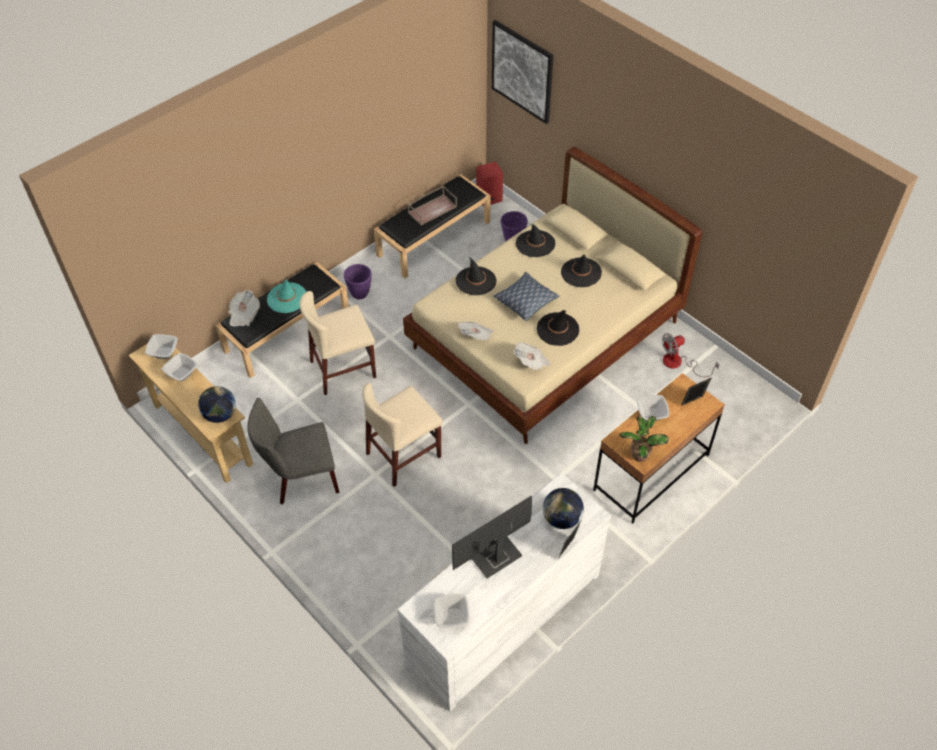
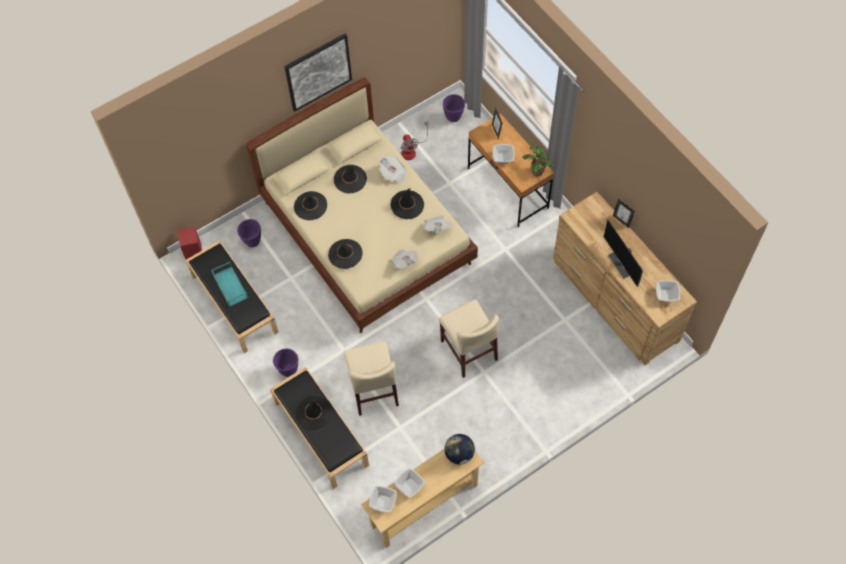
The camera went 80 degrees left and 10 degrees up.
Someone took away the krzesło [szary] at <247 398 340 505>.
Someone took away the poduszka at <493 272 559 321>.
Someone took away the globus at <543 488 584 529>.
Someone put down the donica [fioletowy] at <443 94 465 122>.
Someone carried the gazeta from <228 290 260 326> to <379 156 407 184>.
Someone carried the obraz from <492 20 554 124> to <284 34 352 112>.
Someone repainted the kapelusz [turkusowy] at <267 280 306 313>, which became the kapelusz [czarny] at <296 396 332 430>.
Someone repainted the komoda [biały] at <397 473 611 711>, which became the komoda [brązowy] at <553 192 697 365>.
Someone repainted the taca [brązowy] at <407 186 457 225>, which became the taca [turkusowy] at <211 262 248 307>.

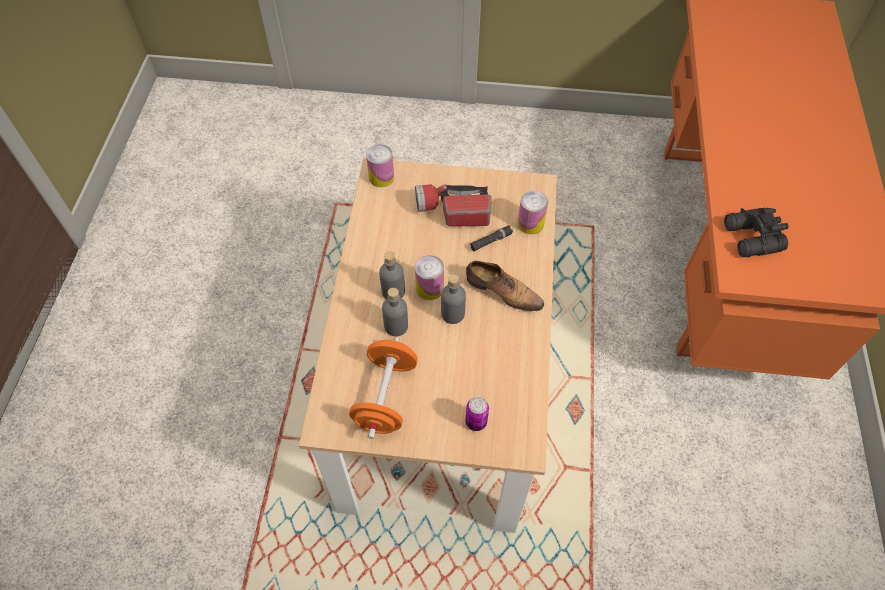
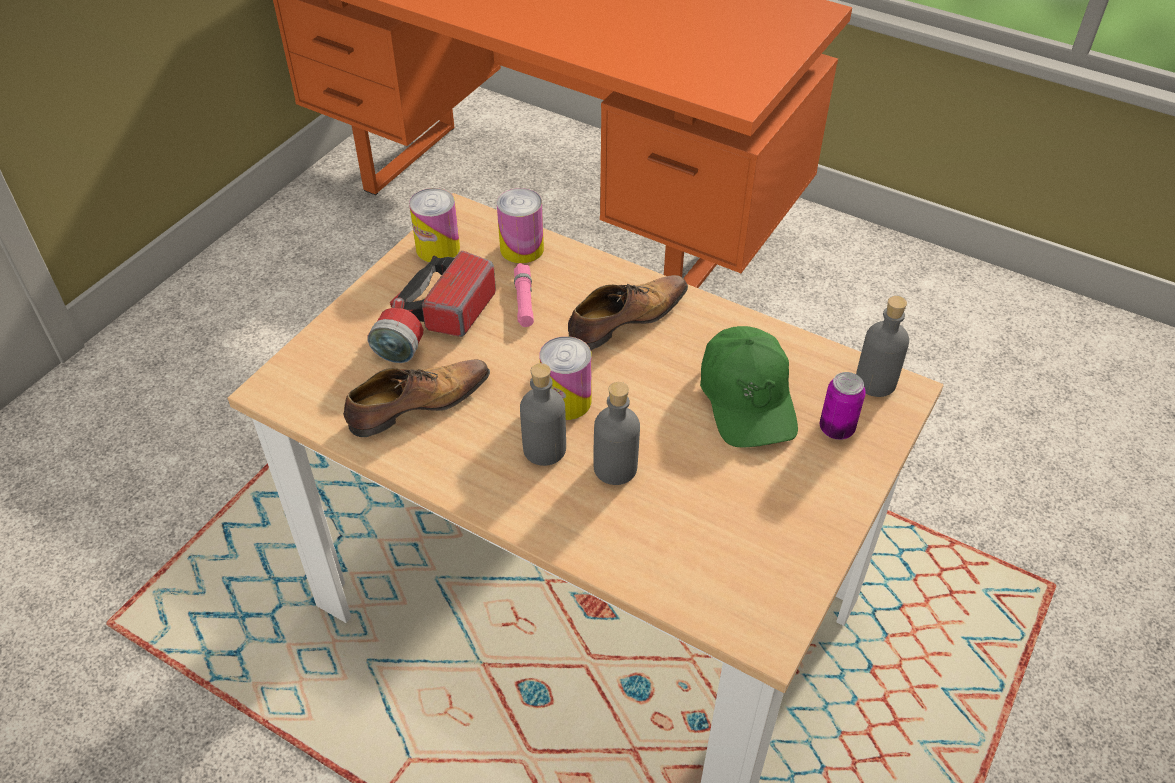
The camera went 65 degrees left and 10 degrees down.
Someone took away the hantel [pomarańczowy] at <349 337 418 439>.
Someone took away the lornetka [czarny] at <724 208 789 257>.
Someone put down the but at <343 360 490 437>.
Someone put down the czapka z daszkiem [zielony] at <700 326 798 448>.
Someone carried the puszka from <366 144 394 187> to <409 188 460 262>.
Someone carried the butelka [szary] from <441 274 466 324> to <856 296 909 397>.
Someone repainted the latarka [czarny] at <470 225 513 251>, which became the latarka [różowy] at <514 263 534 327>.

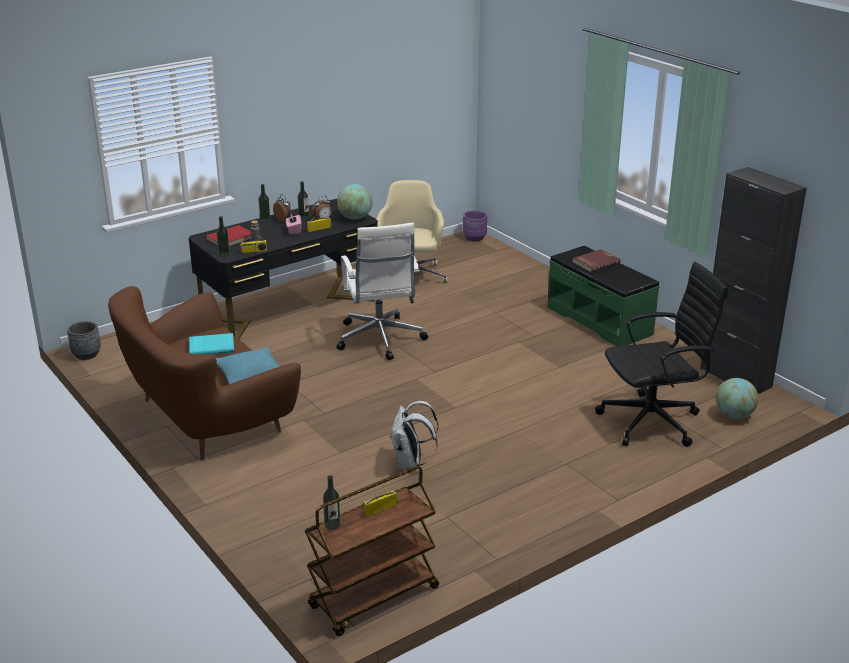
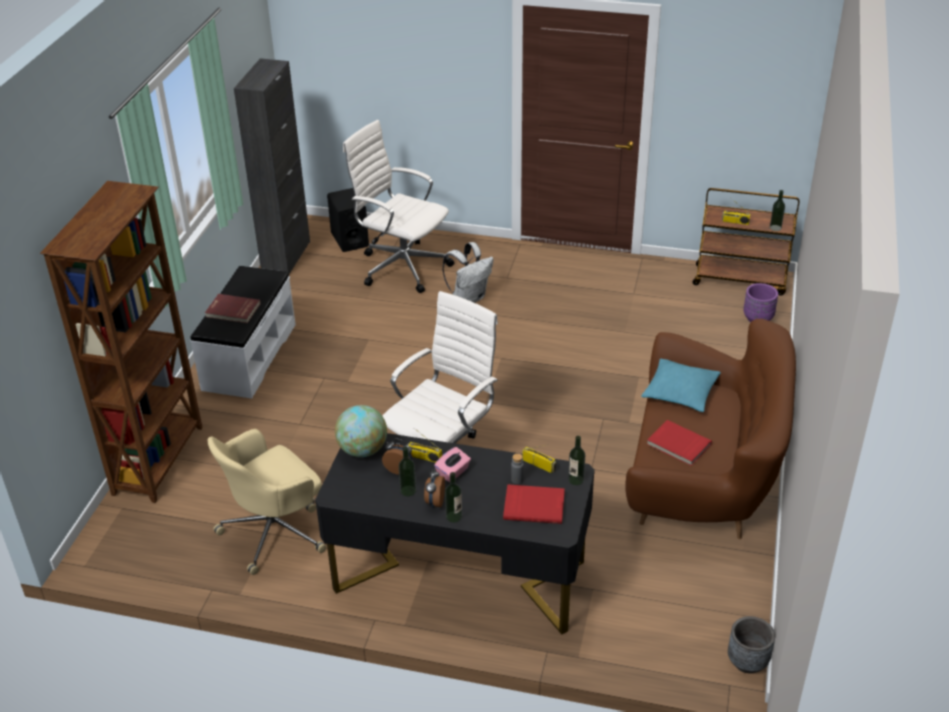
The camera went 130 degrees left and 10 degrees up.
Someone put down the regał [brązowy] at <40 181 203 503>.
Someone carried the plecak [biały] from <391 401 439 469> to <442 242 493 303>.
Someone carried the donica [fioletowy] from <463 210 487 241> to <743 283 778 322>.
Someone swapped the globus at <716 378 758 419> for the głośnik [czarny] at <327 188 369 252>.
Someone repainted the książka [turkusowy] at <189 333 234 355>, which became the książka [czerwony] at <647 420 712 466>.
Someone repainted the ławka [zielony] at <547 246 659 346>, which became the ławka [biały] at <190 266 296 399>.
Someone repainted the krzesło biurowe [czarny] at <595 262 728 447>, which became the krzesło biurowe [biały] at <343 120 454 293>.

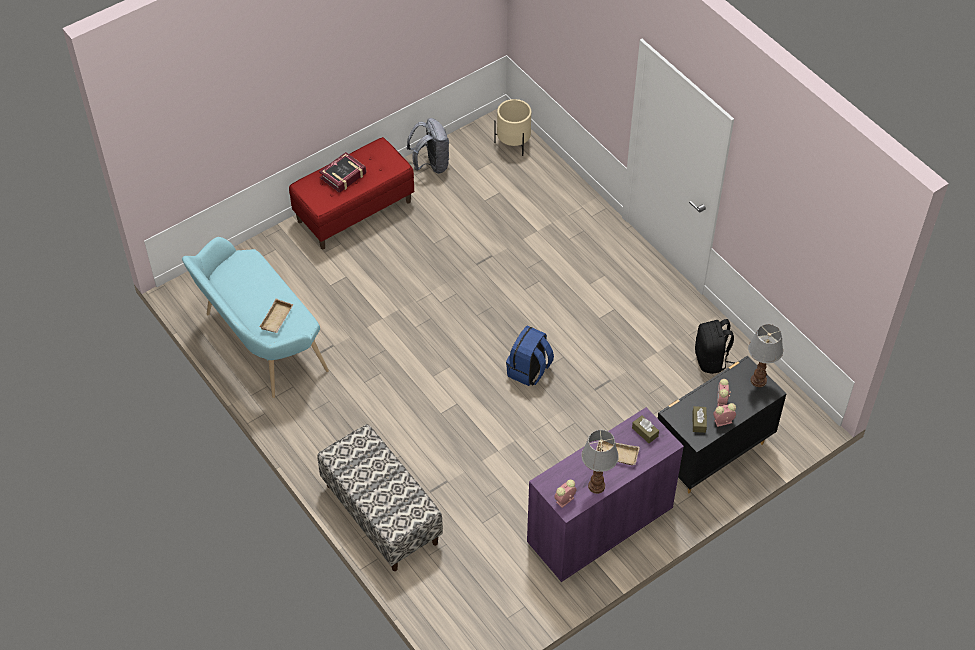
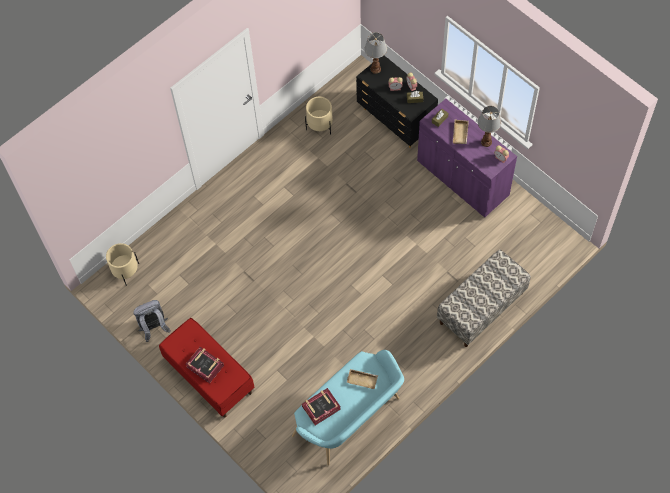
The camera went 95 degrees left and 10 degrees up.
Someone took away the plecak [niebieski] at <506 326 554 386>.
Someone put down the książka at <302 388 341 425>.
Someone swapped the plecak [czarny] at <695 319 735 374> for the donica [beżowy] at <305 96 333 135>.

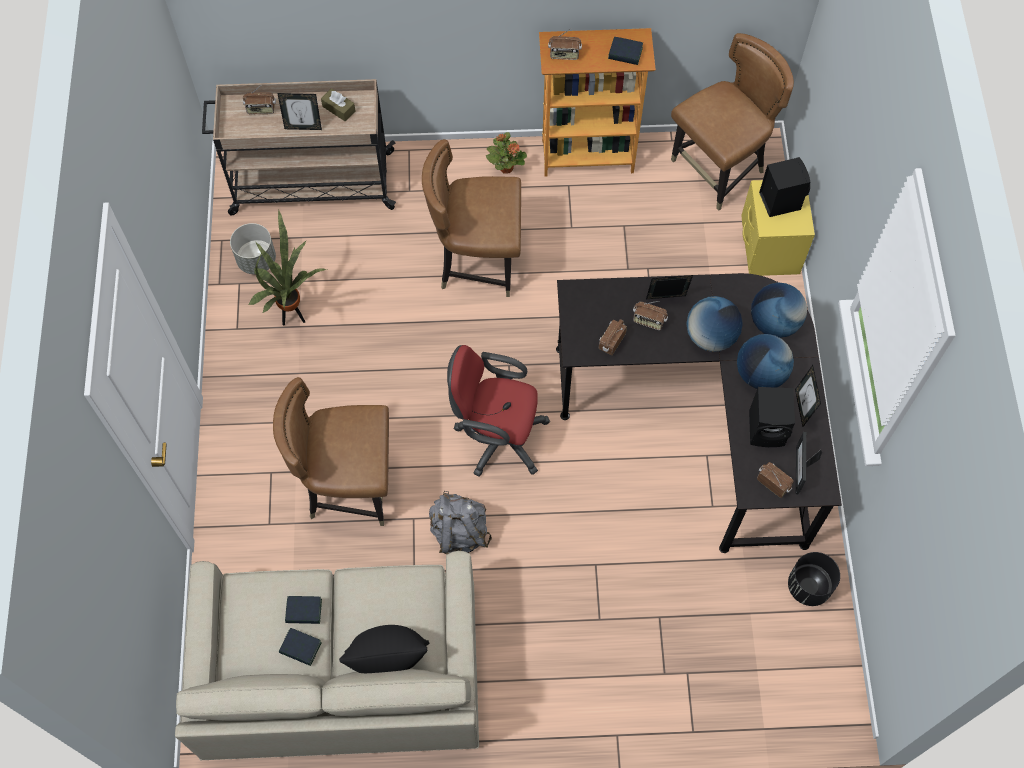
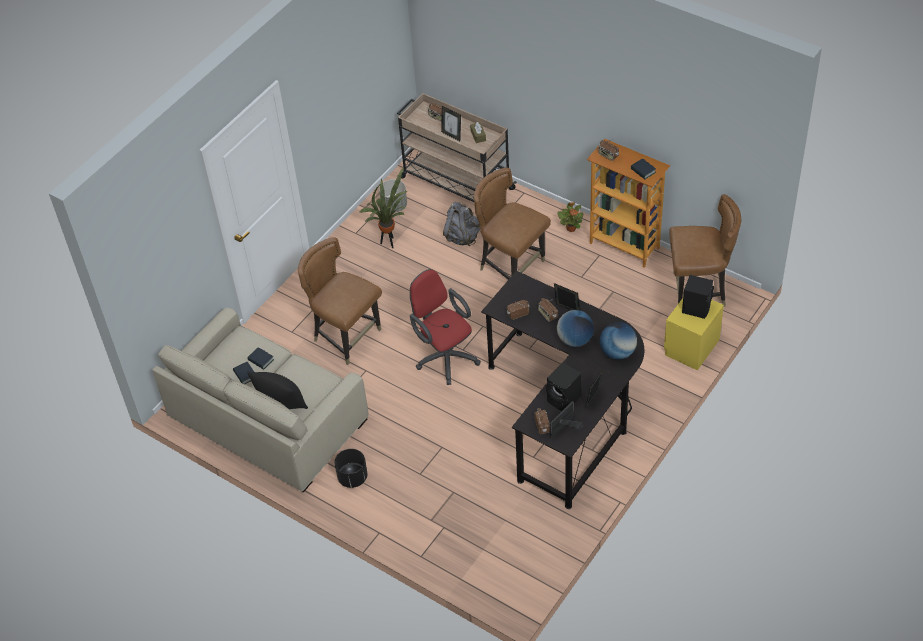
The camera went 40 degrees right and 15 degrees down.
Someone took away the globus at <737 334 794 389>.
Someone carried the plecak [szary] from <429 491 492 554> to <443 202 480 246>.
Someone carried the donica [czarny] from <788 552 840 606> to <335 449 368 488>.

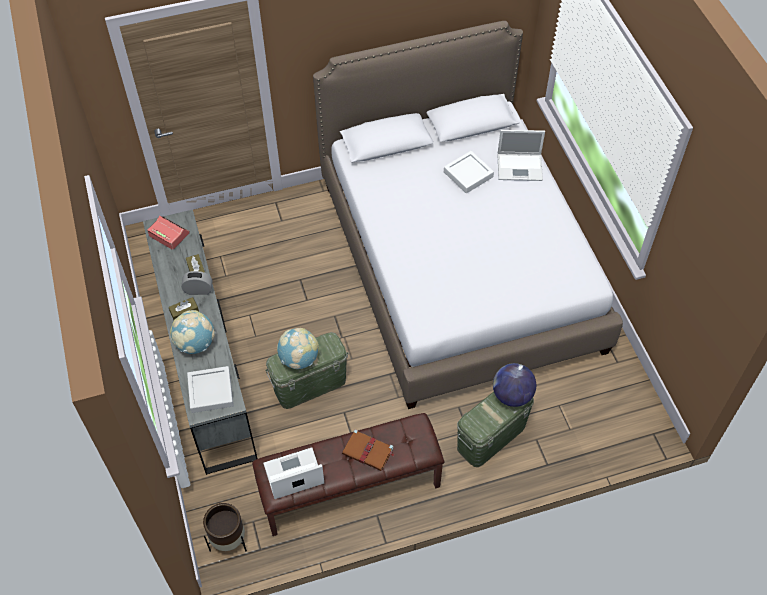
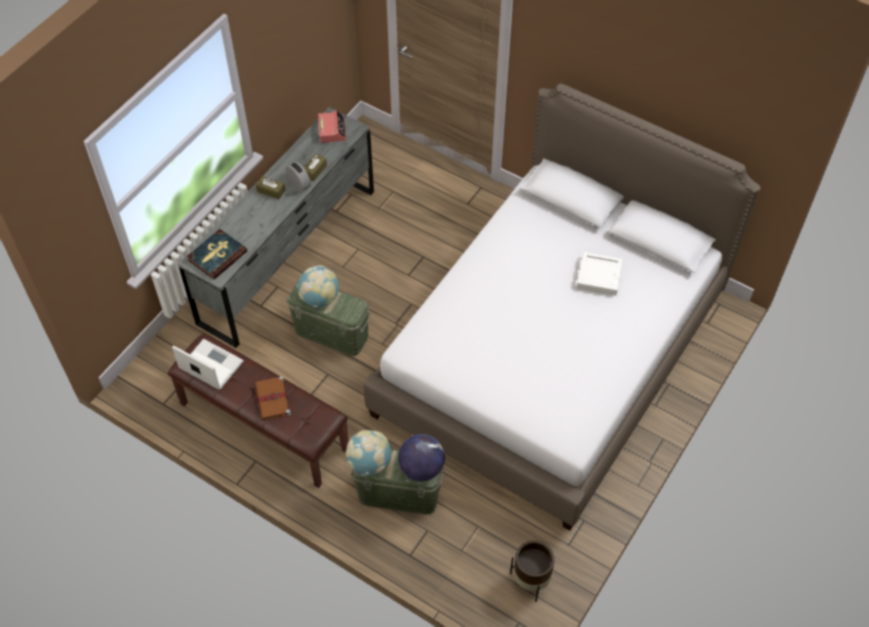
The camera went 50 degrees right and 0 degrees up.
Someone took away the laptop at <498 130 545 181>.
Someone carried the globus from <170 310 215 354> to <346 430 391 476>.
Someone carried the donica [brązowy] from <203 503 247 552> to <510 540 555 602>.
Someone swapped the taca [szary] at <187 366 234 413> for the książka at <187 229 247 280>.

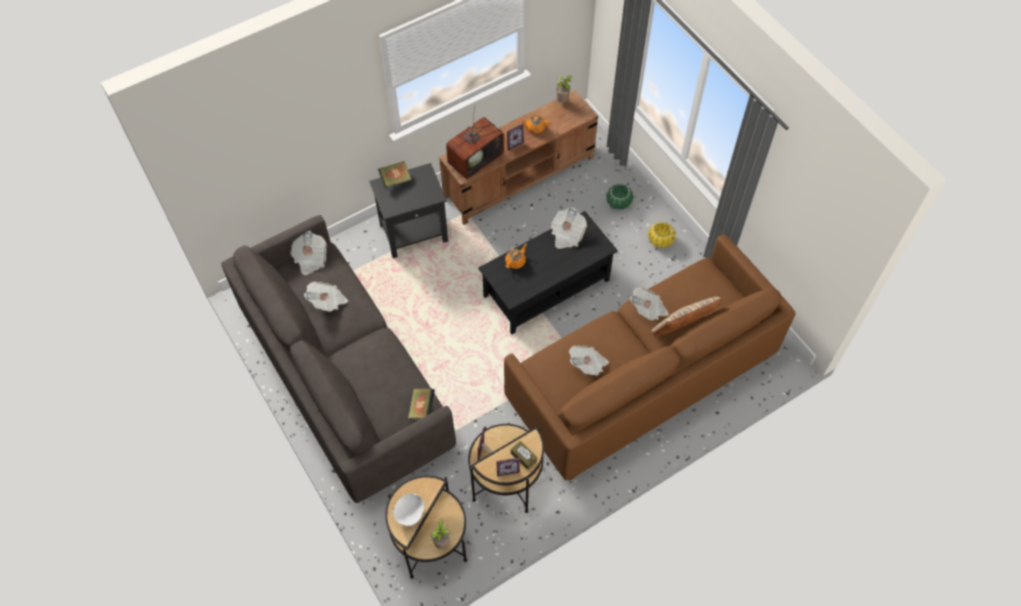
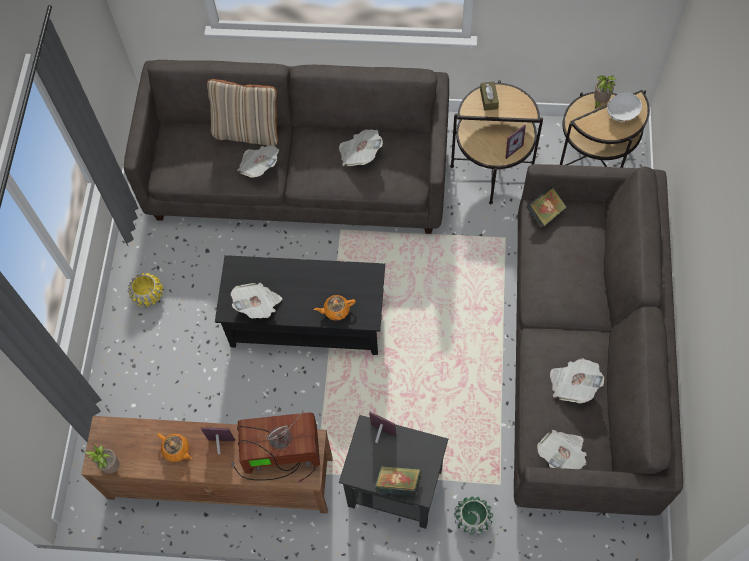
The camera went 140 degrees left and 5 degrees up.
Someone carried the ramka na zdjęcie from <496 458 520 477> to <369 412 396 443>.
Someone carried the donica [zielony] from <606 184 634 210> to <454 496 493 536>.
Someone repainted the kanapa [brązowy] at <504 234 796 481>, which became the kanapa [szary] at <123 60 449 234>.

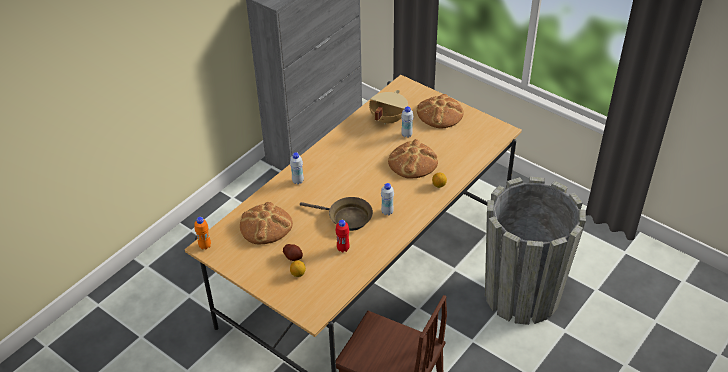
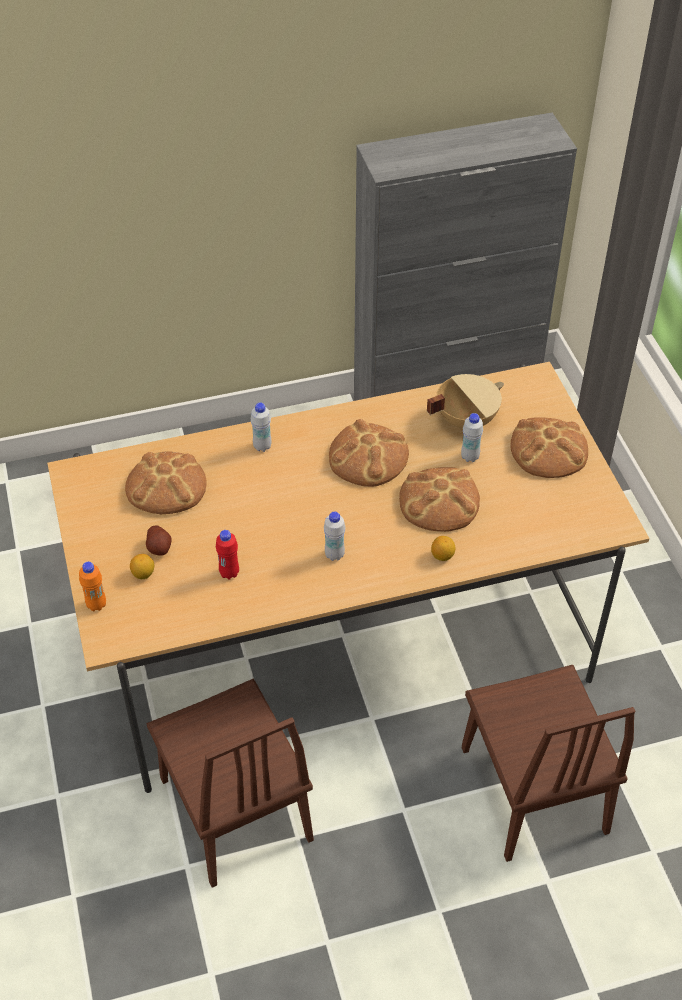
The camera went 35 degrees right and 5 degrees up.
Someone took away the patelnia [brązowy] at <300 197 373 231>.
Someone put down the chleb at <329 419 409 487>.
Someone carried the butelka [pomarańczowy] from <194 217 211 249> to <79 562 106 611>.
Someone swapped the donica [szary] at <485 177 586 325> for the krzesło [brązowy] at <462 665 635 862>.

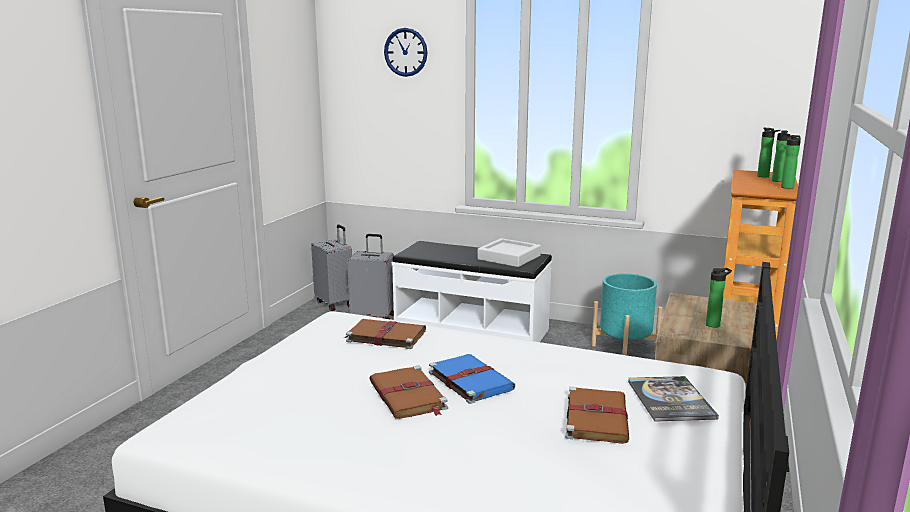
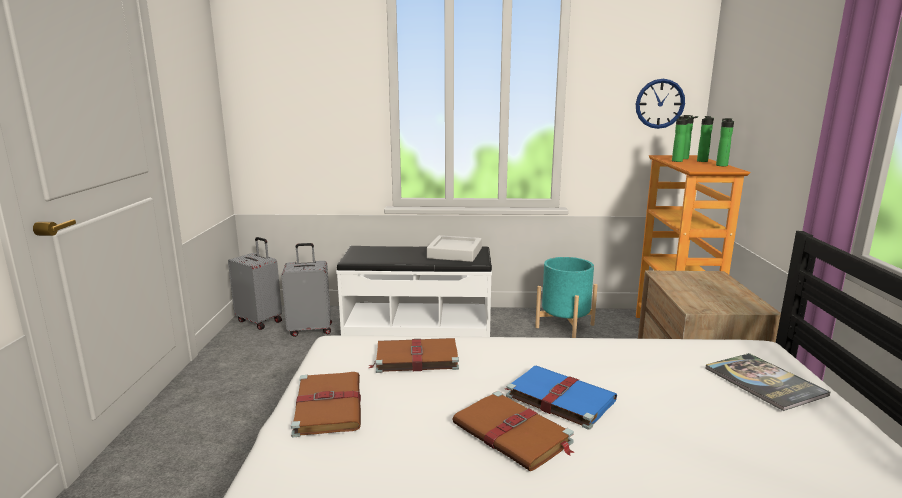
The camera went 20 degrees left and 0 degrees up.
Someone carried the zegar ścienny from <384 28 428 77> to <636 79 685 129>.
Someone carried the książka [brązowy] from <566 387 629 444> to <291 372 361 437>.
Someone carried the butelka from <706 268 732 328> to <672 116 690 162>.

